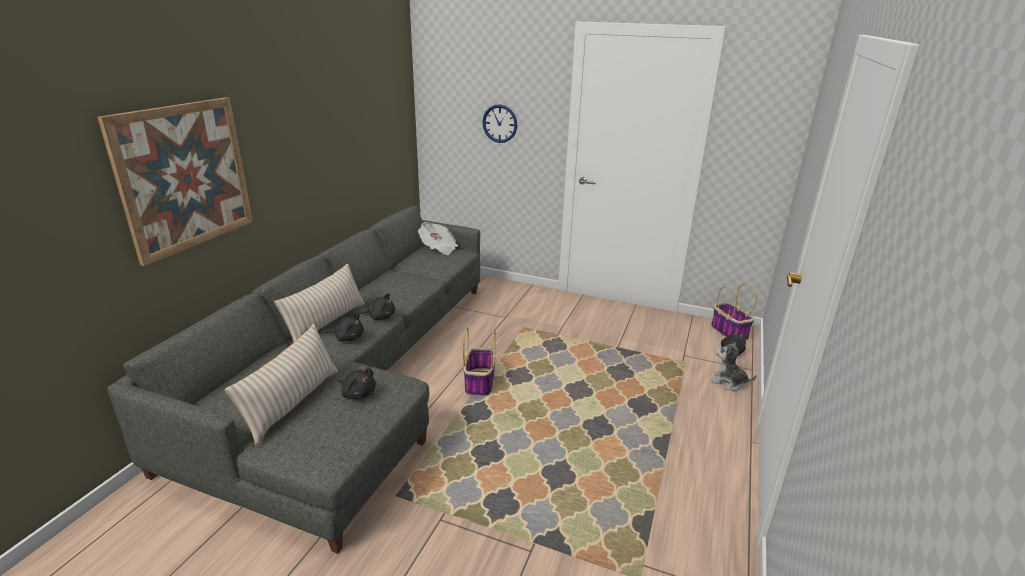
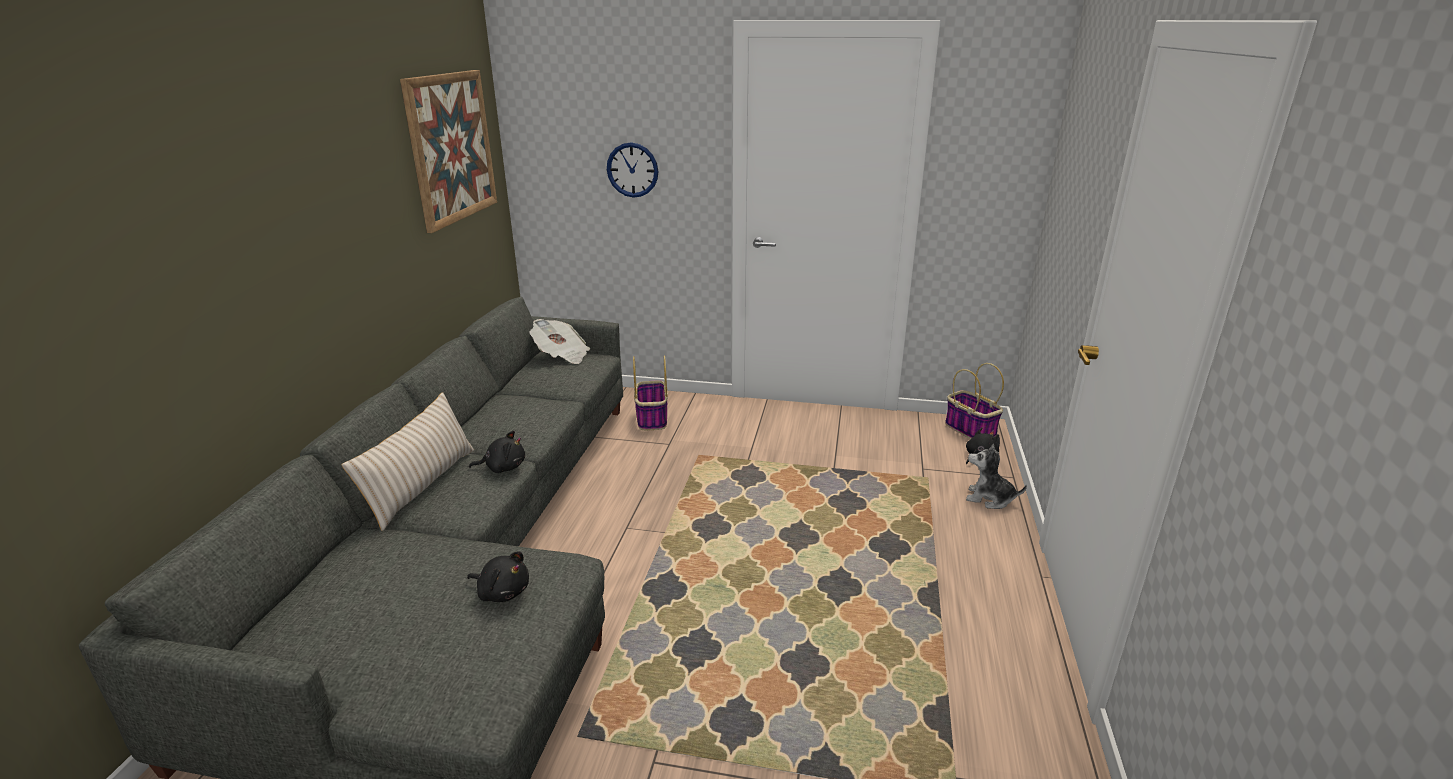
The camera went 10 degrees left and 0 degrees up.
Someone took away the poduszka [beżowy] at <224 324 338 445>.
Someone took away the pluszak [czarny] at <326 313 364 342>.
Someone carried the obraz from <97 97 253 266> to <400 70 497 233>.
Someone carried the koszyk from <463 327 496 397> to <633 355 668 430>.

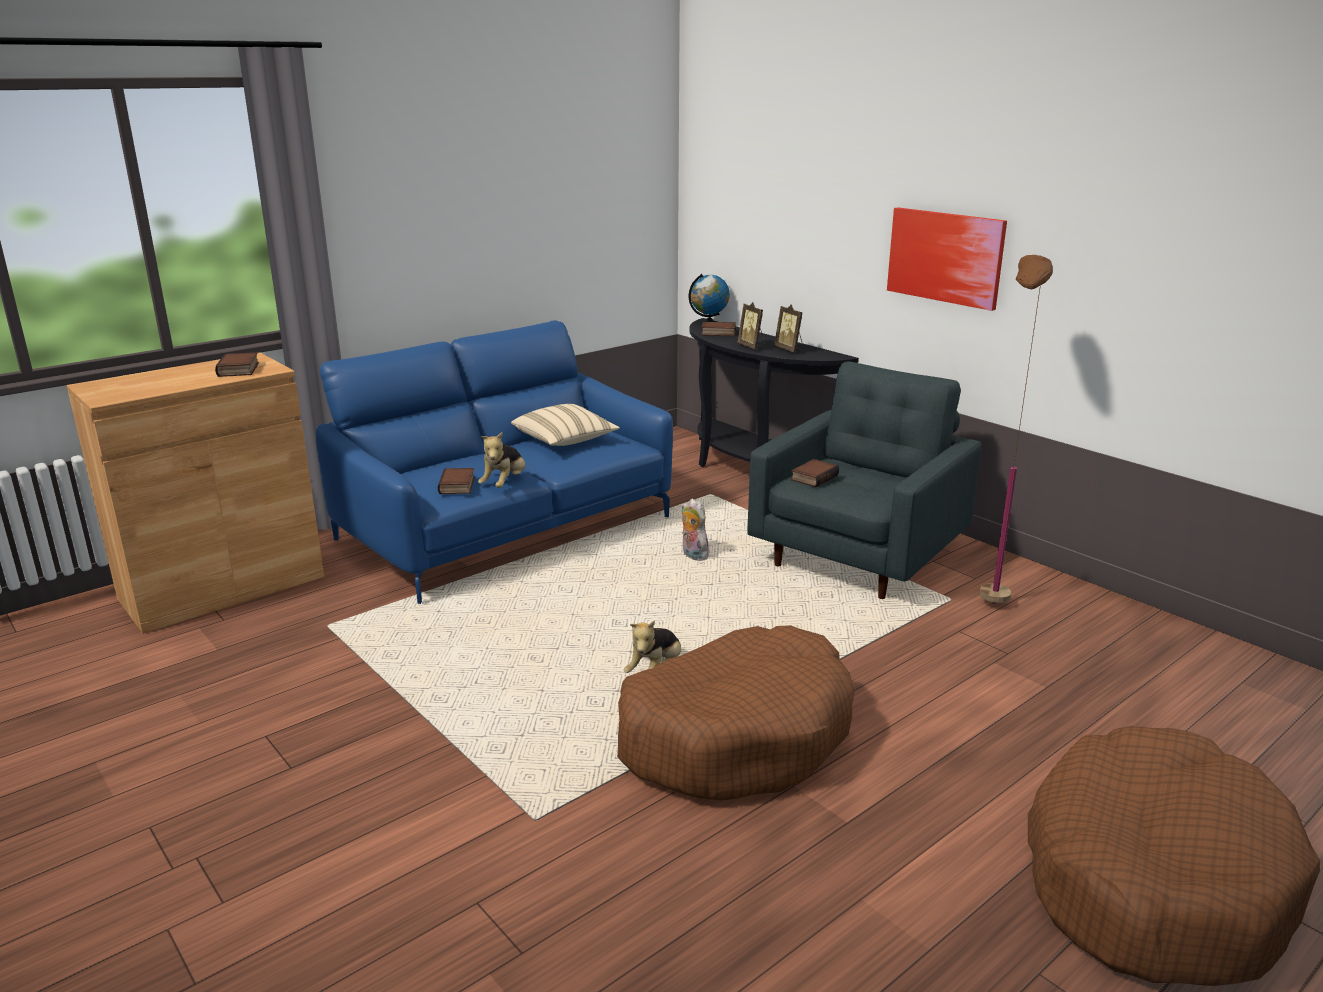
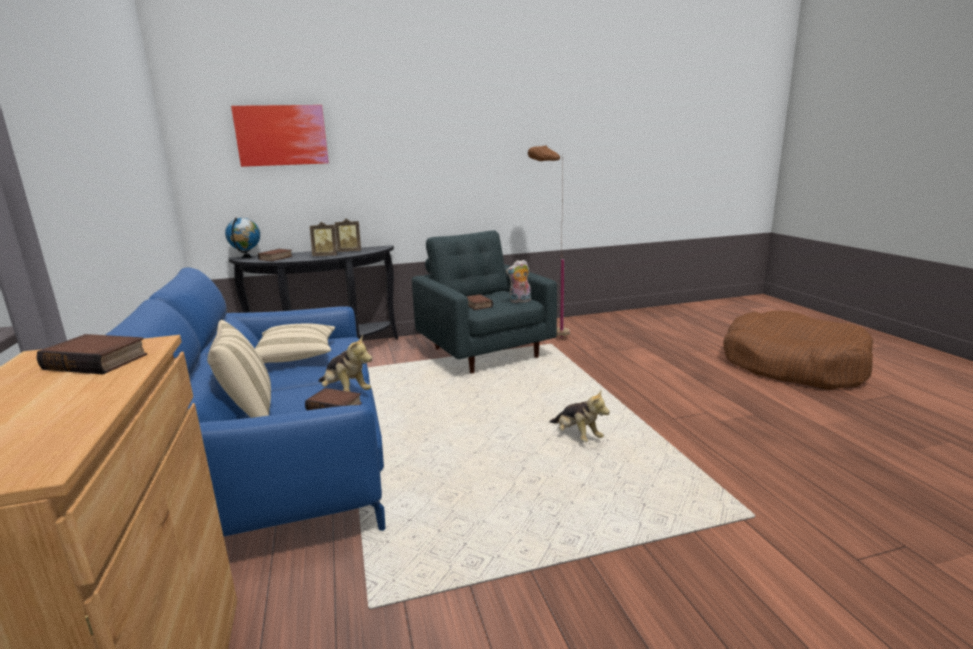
The camera went 65 degrees left and 5 degrees down.
Someone took away the legowisko [brązowy] at <617 625 854 800>.
Someone put down the poduszka [beżowy] at <207 320 271 418>.
Someone carried the pluszak from <682 499 709 561> to <506 259 531 303>.
Someone carried the obraz from <887 207 1007 311> to <231 105 329 167>.

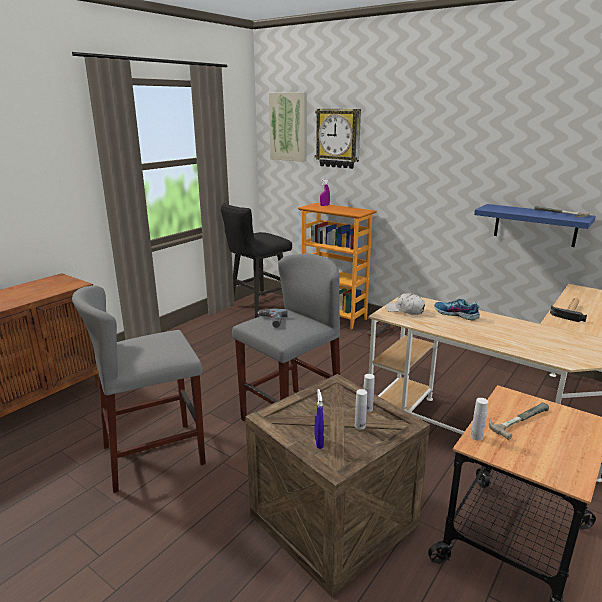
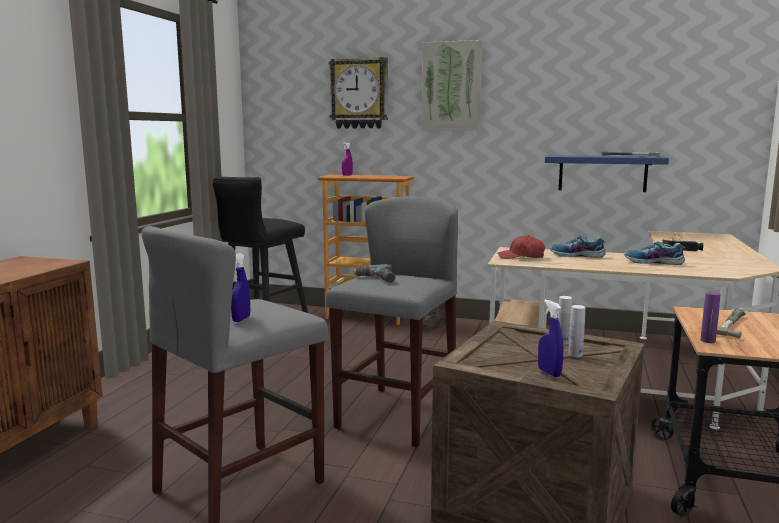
The camera went 20 degrees left and 10 degrees down.
Someone put down the spryskiwacz [niebieski] at <231 253 250 322>.
Someone put down the but at <624 241 685 265>.
Someone carried the obraz from <269 92 307 162> to <422 40 483 131>.
Someone repainted the czapka z daszkiem [biały] at <386 293 425 315>, which became the czapka z daszkiem [czerwony] at <498 235 545 259>.
Someone repainted the butelka [biały] at <471 398 488 441>, which became the butelka [fioletowy] at <701 292 720 343>.

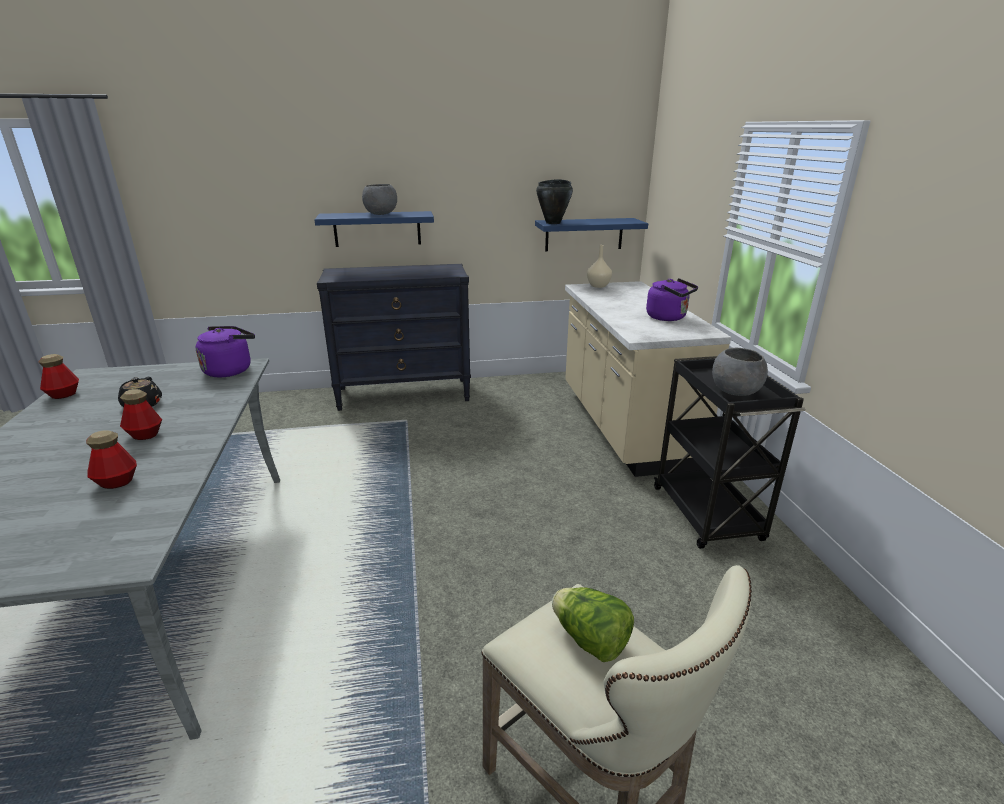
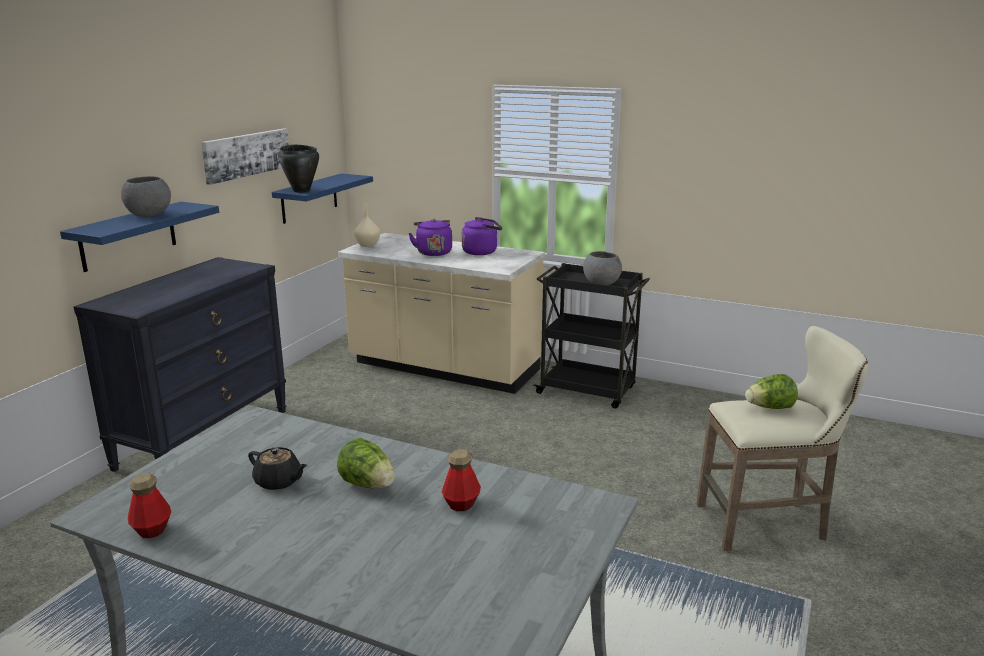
The camera went 55 degrees left and 5 degrees down.
Someone put up the obraz at <201 128 289 185>.
Someone carried the czajnik [fioletowy] from <195 326 255 377> to <409 219 452 256>.
Someone swapped the butelka at <120 389 162 440> for the sałata at <337 438 395 488>.

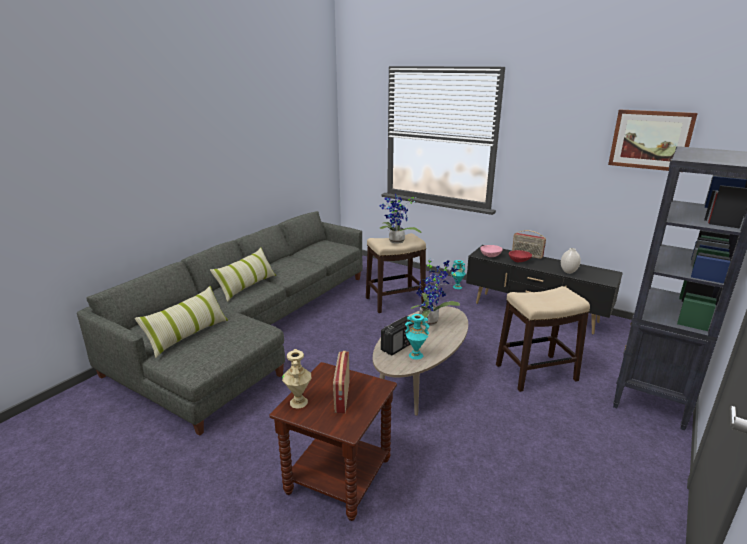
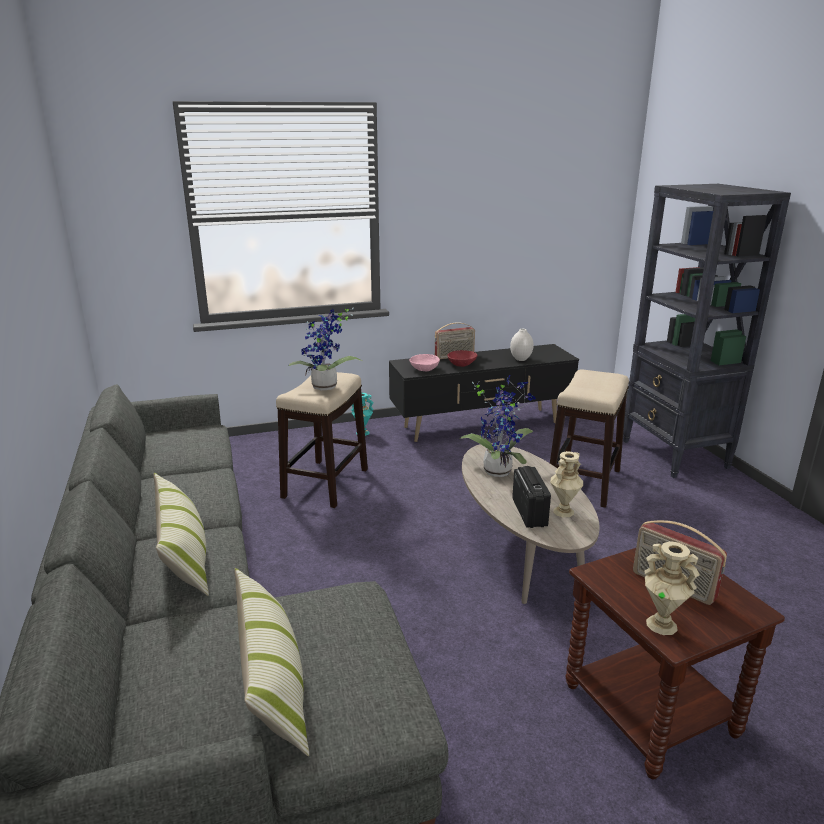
The camera went 50 degrees left and 0 degrees up.
Someone took away the obraz at <608 109 698 171>.
Someone repainted the wazon [turkusowy] at <405 314 430 360>, which became the wazon [beżowy] at <550 451 583 517>.

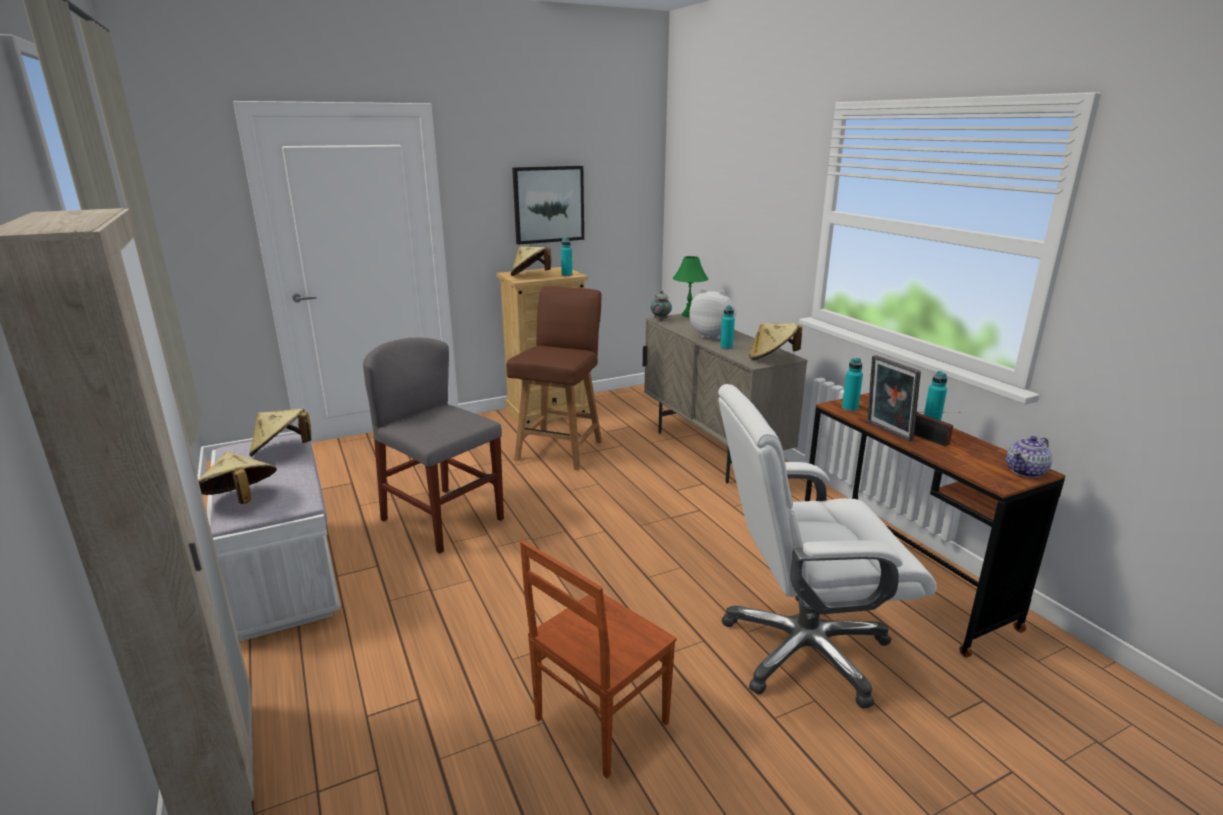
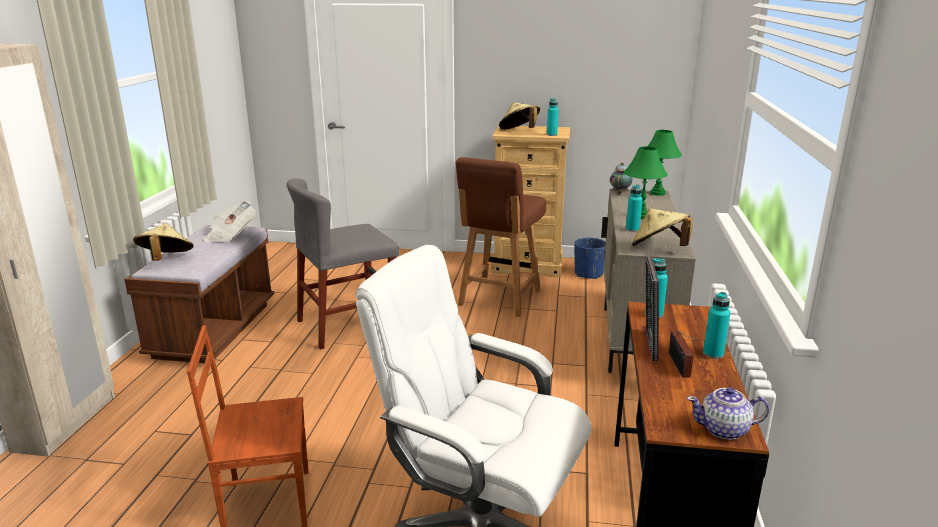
The camera went 35 degrees right and 0 degrees up.
Someone took away the obraz at <512 166 584 245>.
Someone put down the donica [niebieski] at <575 238 606 279>.
Someone swapped the kapelusz [beżowy] at <249 409 312 457> for the gazeta at <204 201 256 242>.
Someone swapped the pluszak at <689 289 737 340> for the lampa stołowa [zielony] at <624 146 668 219>.
Someone repainted the ławka [biały] at <207 434 341 641>, which became the ławka [brązowy] at <124 225 274 363>.
Someone rotated the krzesło [szary] at <363 338 504 554> by 105 degrees counterclockwise.
Someone rotated the krzesło [brązowy] at <506 286 602 470> by 150 degrees clockwise.

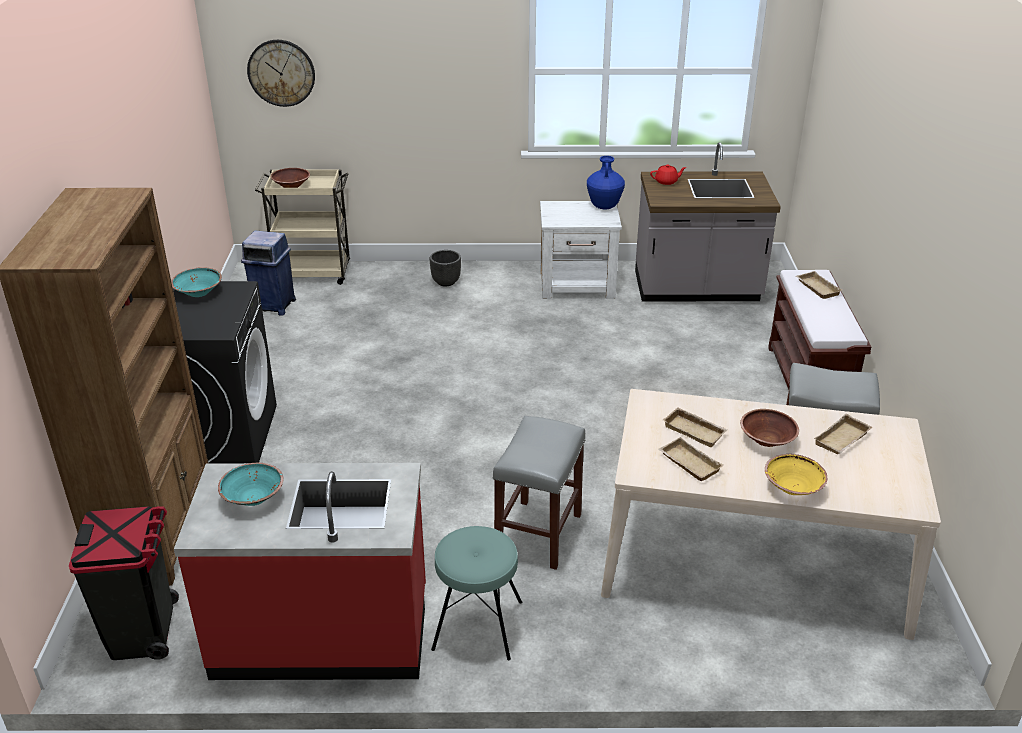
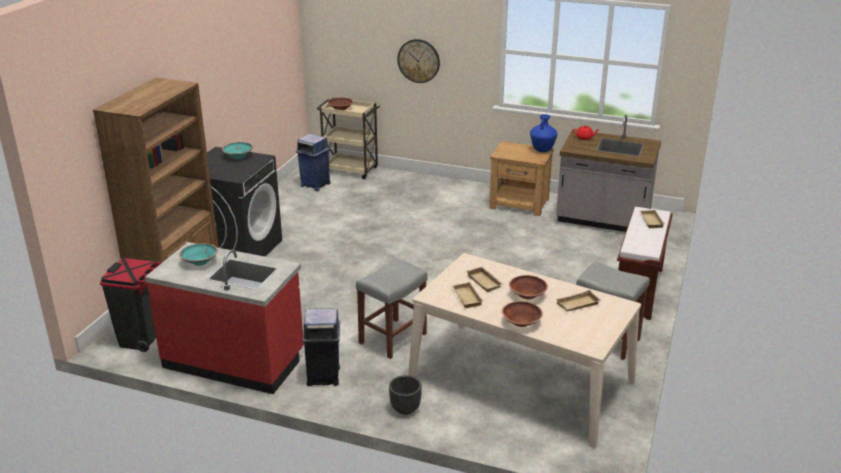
The camera went 20 degrees right and 5 degrees down.
Someone carried the zegar ścienny from <247 40 315 107> to <397 39 440 83>.
Someone carried the donica [czarny] from <430 250 461 286> to <389 375 422 415>.
Someone swapped the stołek [turkusowy] at <431 526 522 661> for the kosz na śmieci [niebieski] at <302 308 340 386>.
Someone repainted the szafka nocna [biały] at <540 201 622 299>, which became the szafka nocna [brązowy] at <489 141 554 216>.
Someone repainted the miska [żółty] at <765 454 827 495>, which became the miska [brązowy] at <502 301 543 327>.

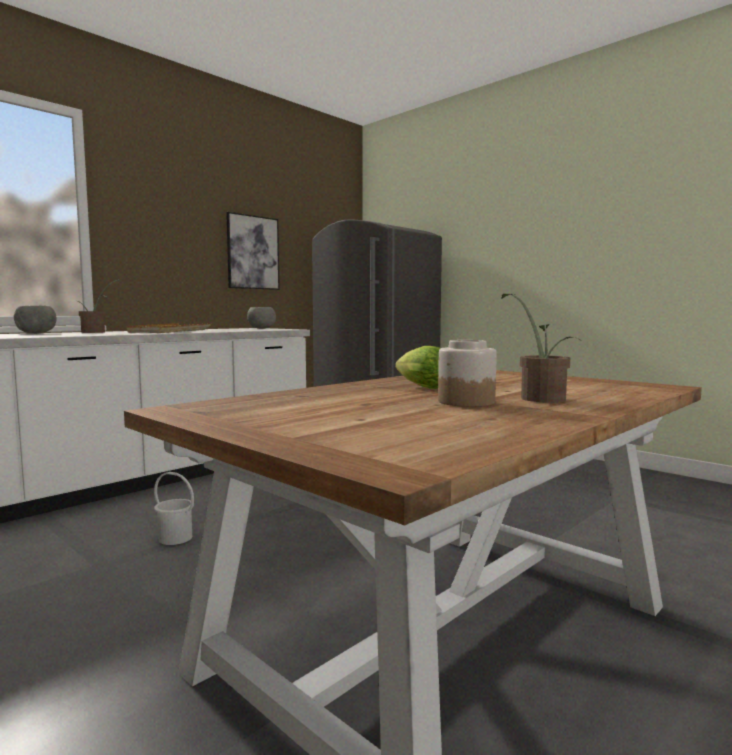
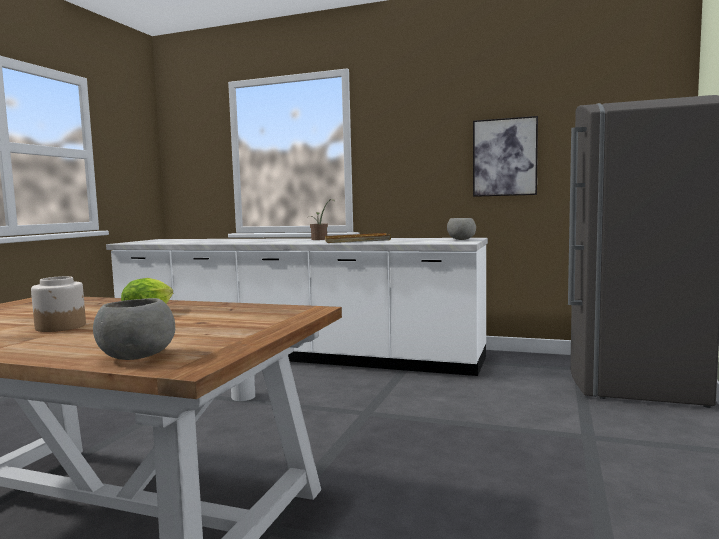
The camera went 65 degrees right and 0 degrees up.
Someone took away the roślina doniczkowa at <501 293 580 403>.
Someone carried the miska [szary] from <14 306 57 334> to <93 298 175 360>.

